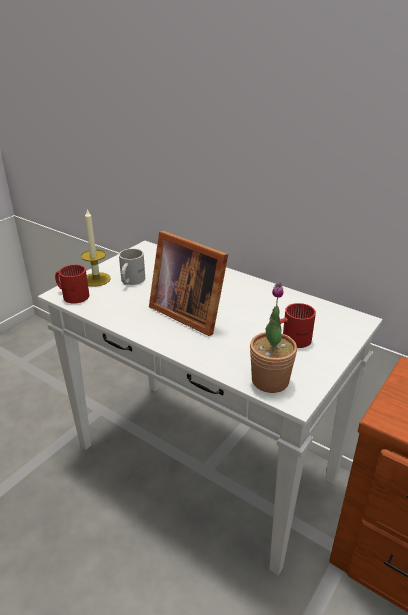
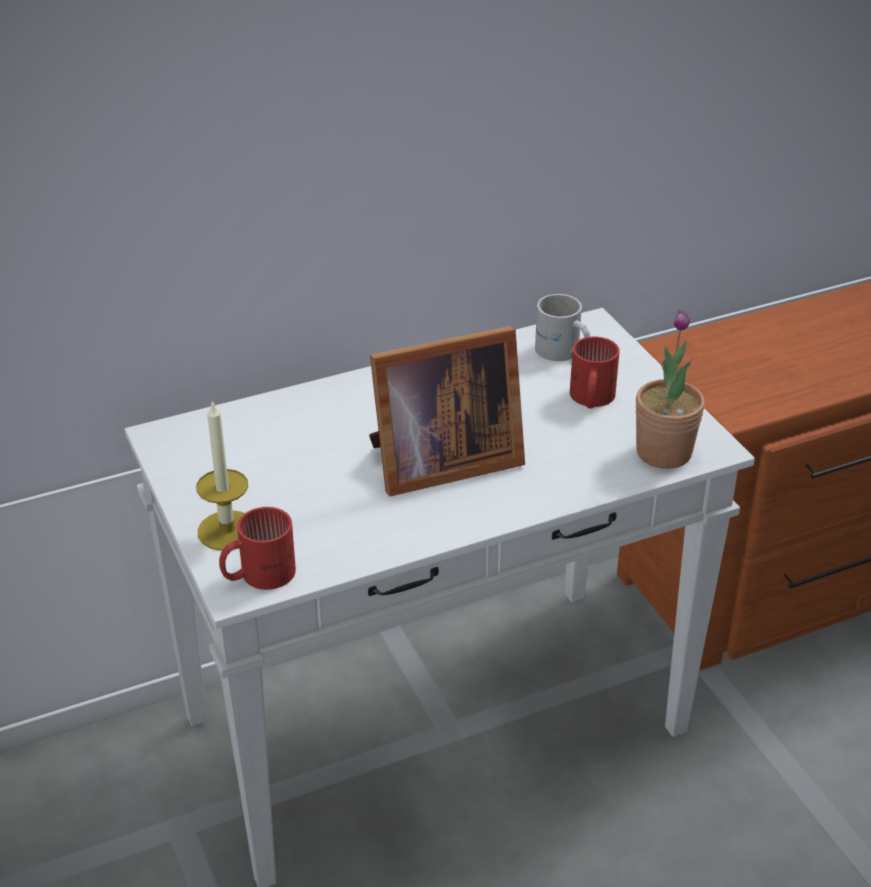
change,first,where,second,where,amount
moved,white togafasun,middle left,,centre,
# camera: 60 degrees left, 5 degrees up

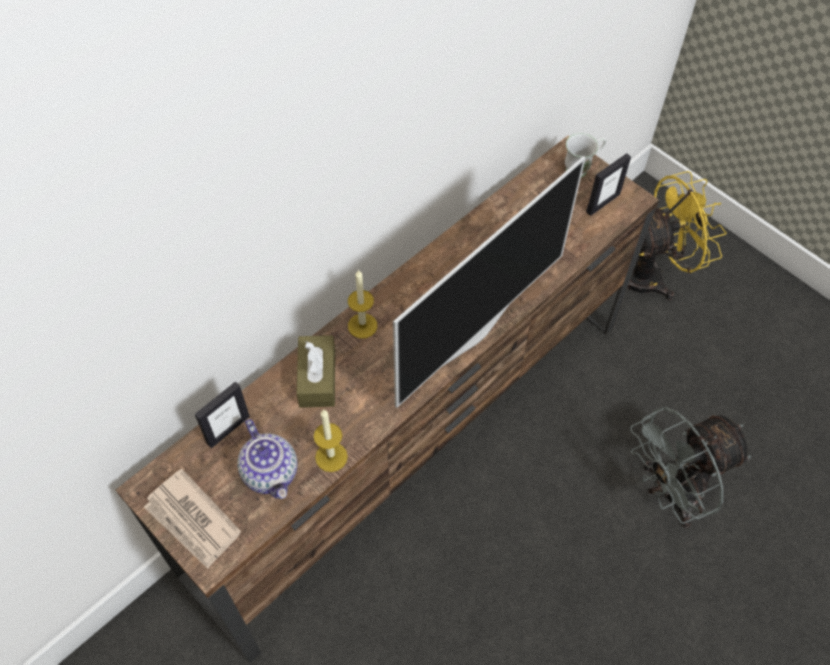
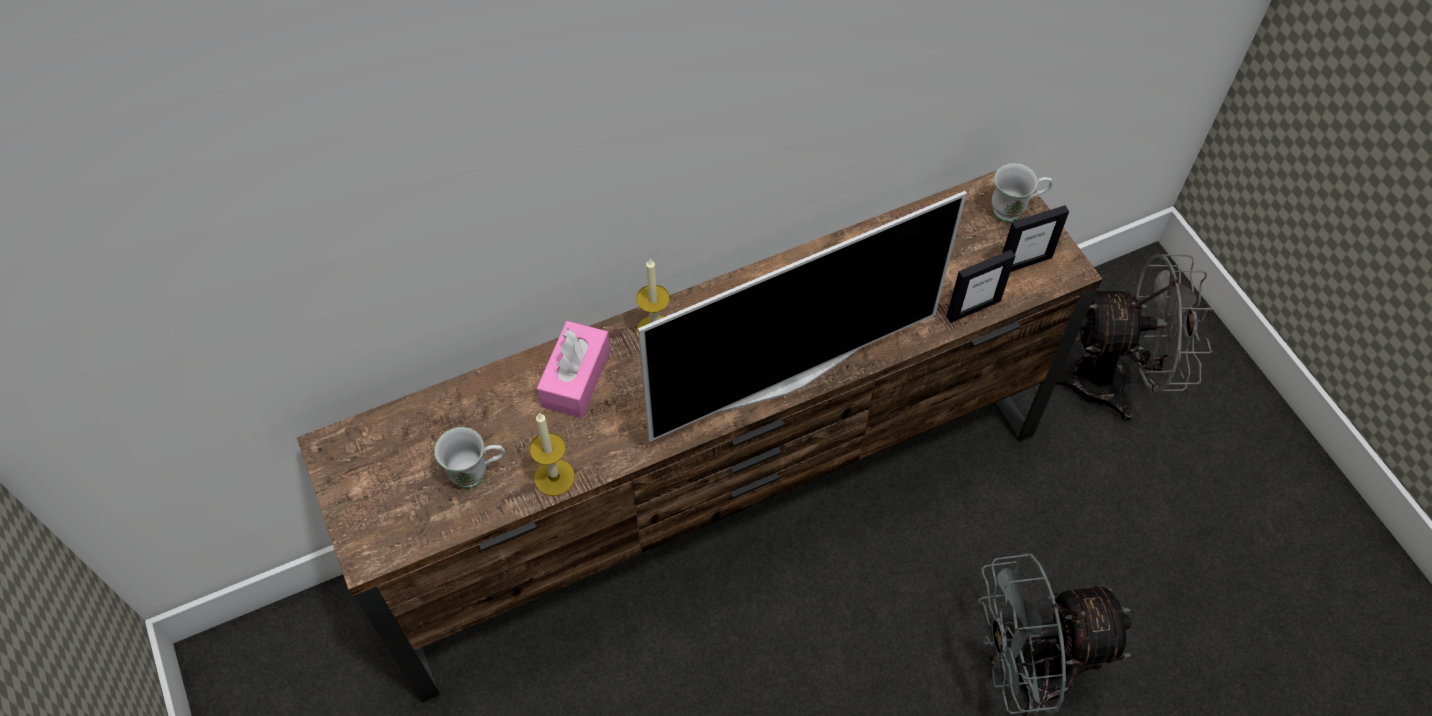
change,first,where,second,where,amount
removed,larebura,bottom left,,,
moved,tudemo (1st from left),middle left,,middle right,
replaced,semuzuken,bottom left,white togafasun (1st from left),middle left,
recoloured,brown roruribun,centre,pink roruribun,centre,
recoloured,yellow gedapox,middle right,grey gedapox (2nd from left),middle right,
# camera: 20 degrees right, 0 degrees up

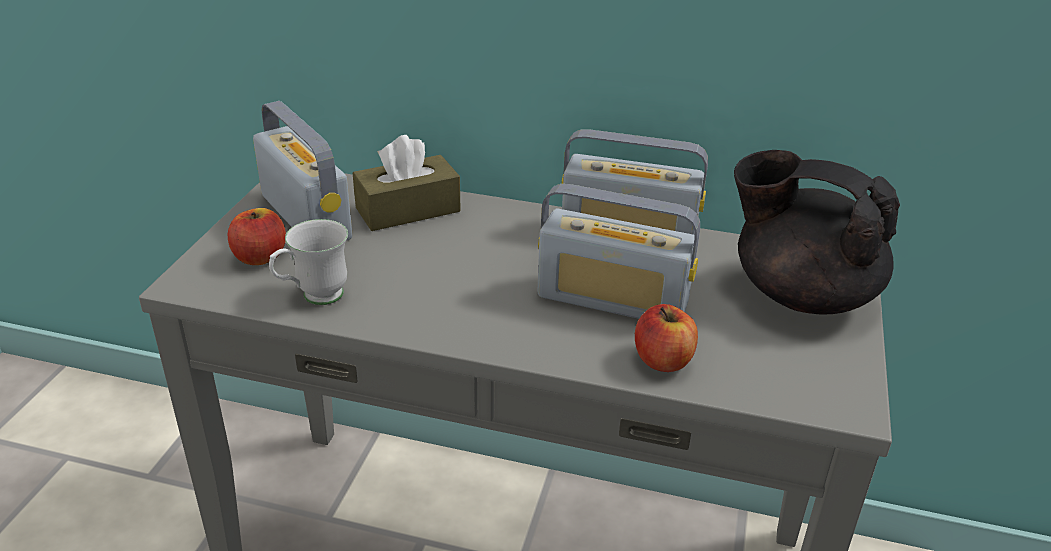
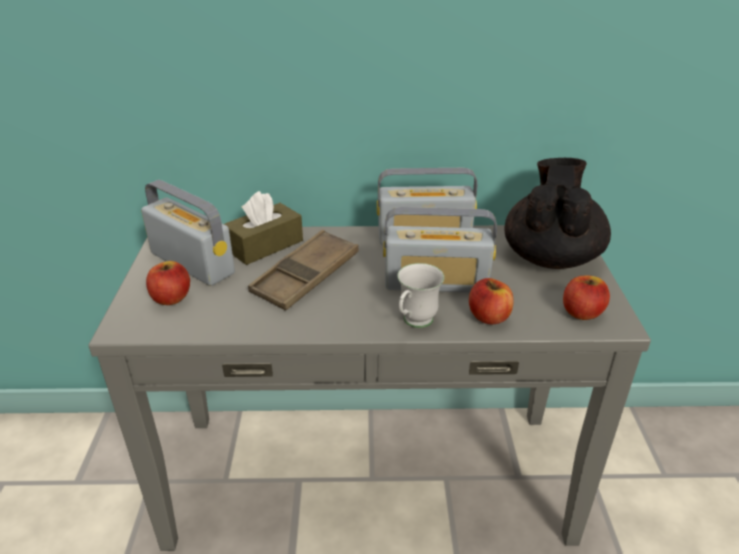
change,first,where,second,where,amount
added,,,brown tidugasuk,centre,
added,,,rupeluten (3rd from left),middle right,
moved,white togafasun,middle left,,centre,
turned,black semuzuken,middle right,,middle right,90 degrees clockwise
# camera: 15 degrees left, 0 degrees up

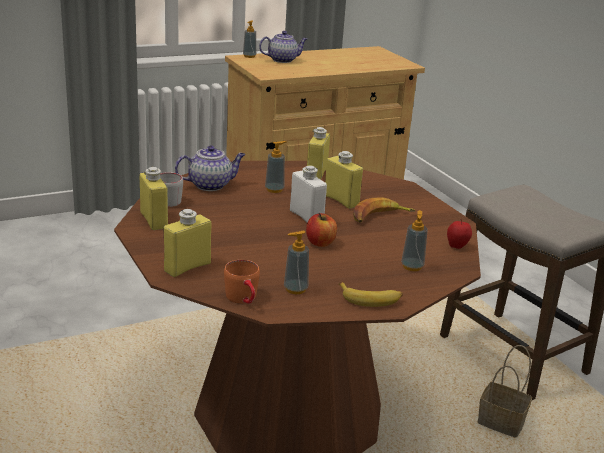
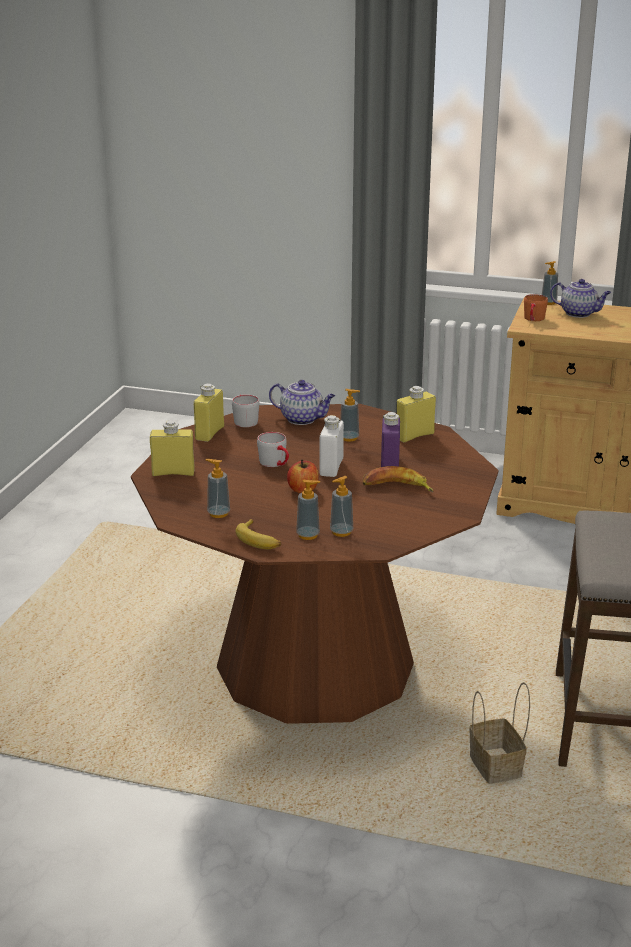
change,first,where,second,where,amount
removed,rupeluten (2nd from left),middle right,,,
added,,,grey togafasun (2nd from left),centre,
added,,,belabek (2nd from left),centre,
moved,orange togafasun,centre,,top right,
recoloured,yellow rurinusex (4th from left),centre,purple rurinusex,centre,
# camera: 45 degrees right, 0 degrees up

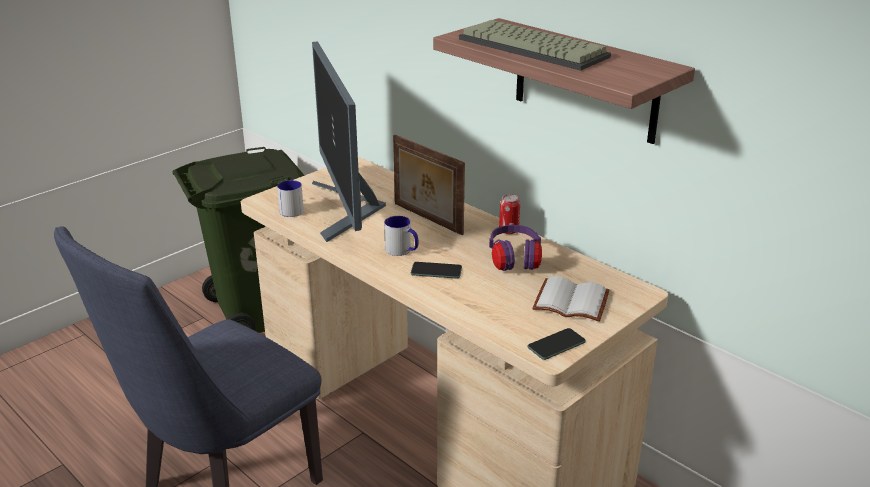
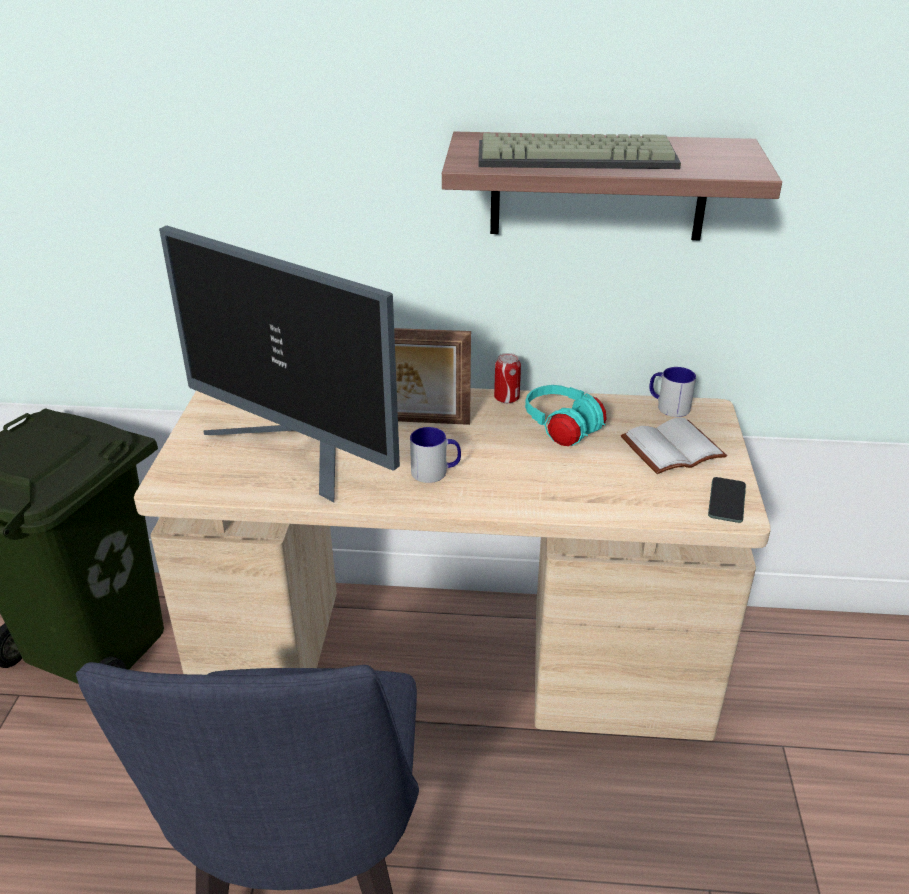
change,first,where,second,where,amount
removed,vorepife (1st from left),centre,,,
moved,togafasun (1st from left in the first image),centre,togafasun (2nd from left),middle right,
recoloured,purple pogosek,centre,turquoise pogosek,centre,
# camera: 40 degrees left, 5 degrees up

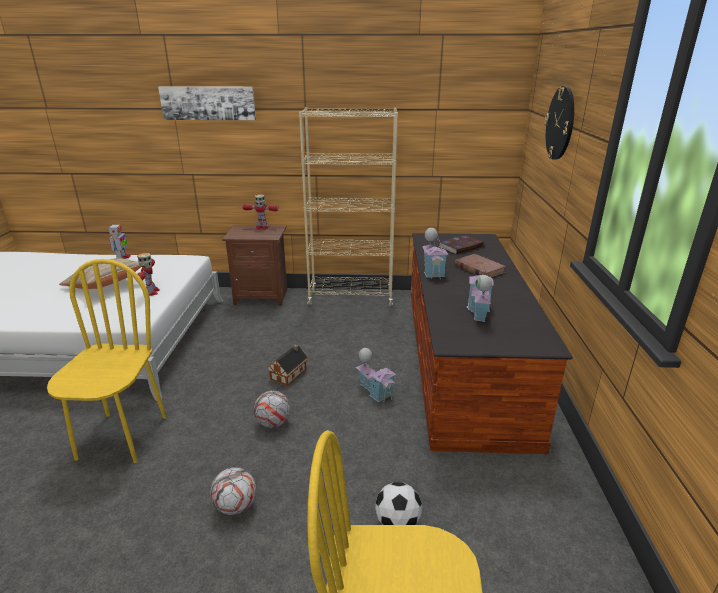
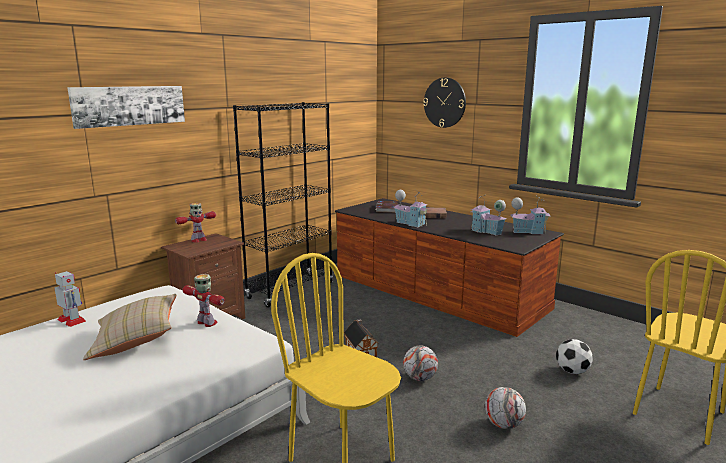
change,first,where,second,where,amount
moved,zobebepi (2nd from left in the first image),centre,zobebepi (4th from left),middle right,
recoloured,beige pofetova,centre,black pofetova,centre,
# camera: 50 degrees left, 10 degrees down

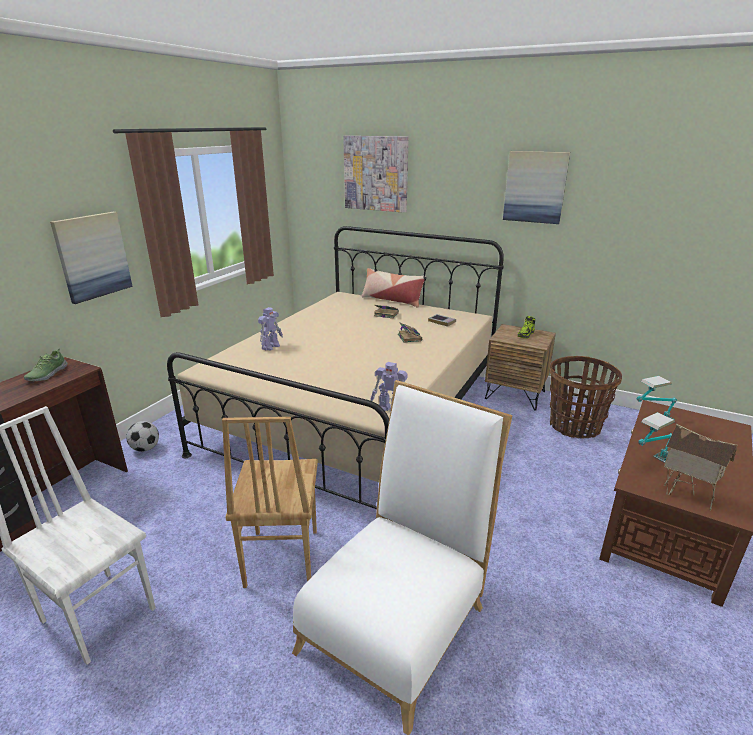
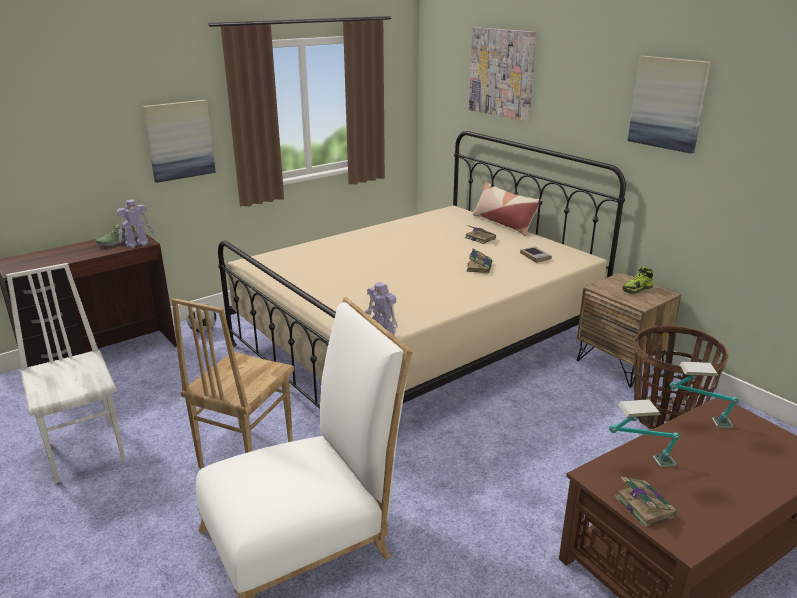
change,first,where,second,where,amount
moved,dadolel (1st from left),centre,,middle left,
replaced,zobebepi,middle right,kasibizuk (4th from left),bottom right,
# camera: 25 degrees right, 0 degrees up

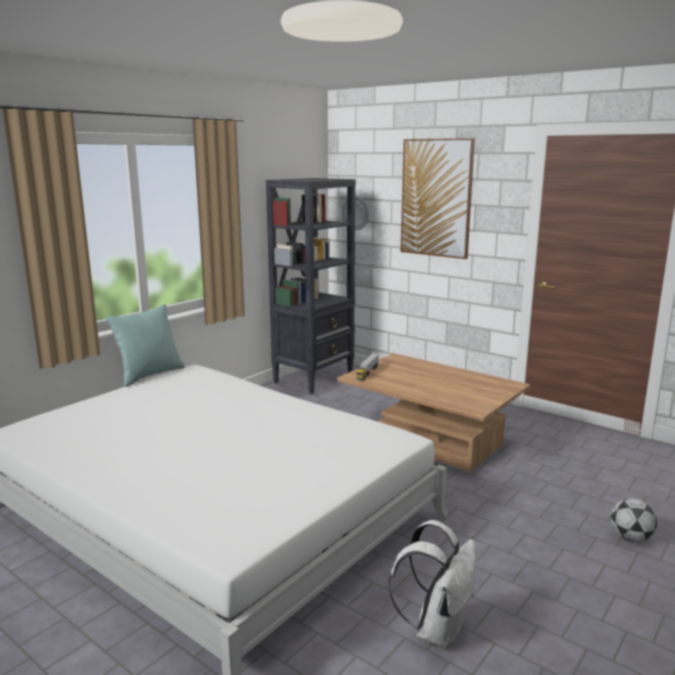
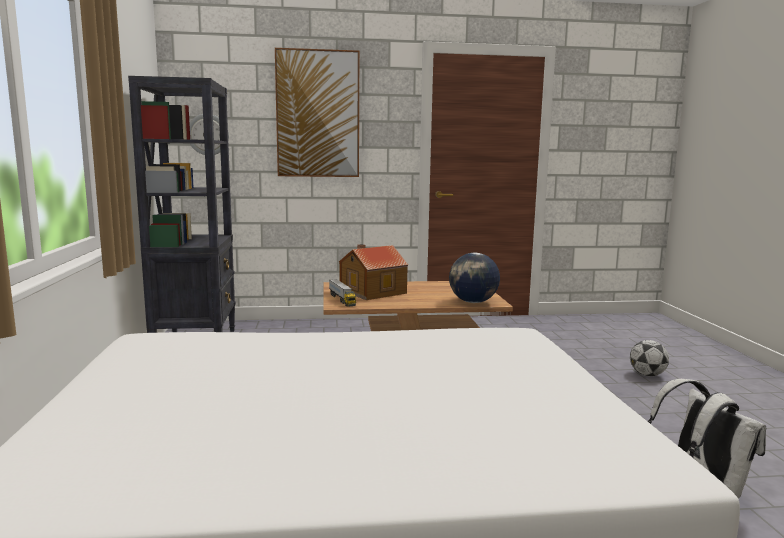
change,first,where,second,where,amount
removed,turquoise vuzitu,middle left,,,
added,,,zobebepi,centre,
added,,,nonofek,centre,
# camera: 45 degrees left, 5 degrees down

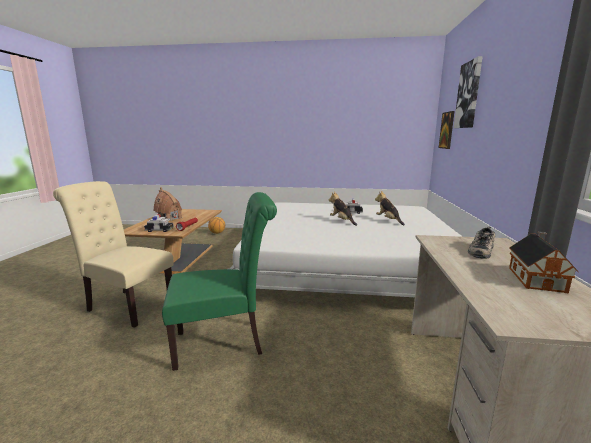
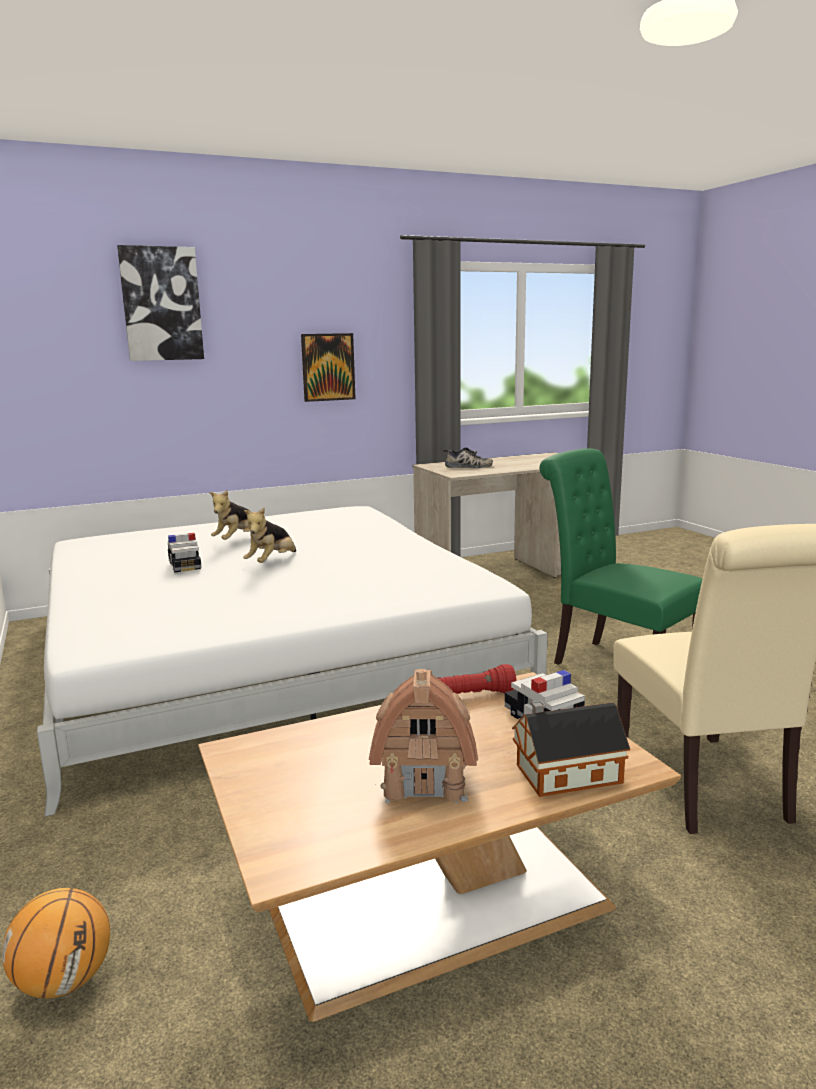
change,first,where,second,where,amount
moved,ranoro (1st from left in the first image),top right,ranoro (2nd from left),centre,
moved,zobebepi (2nd from left),middle right,,bottom right,
# camera: 120 degrees left, 0 degrees up

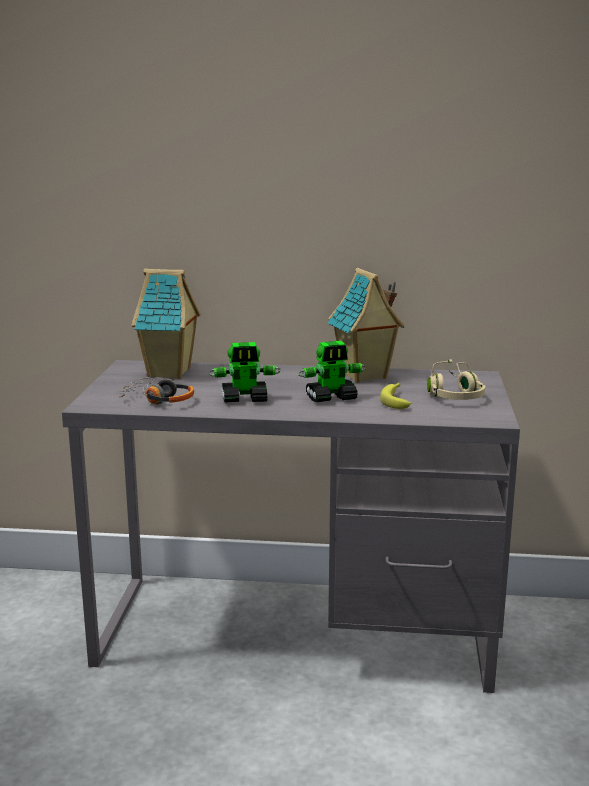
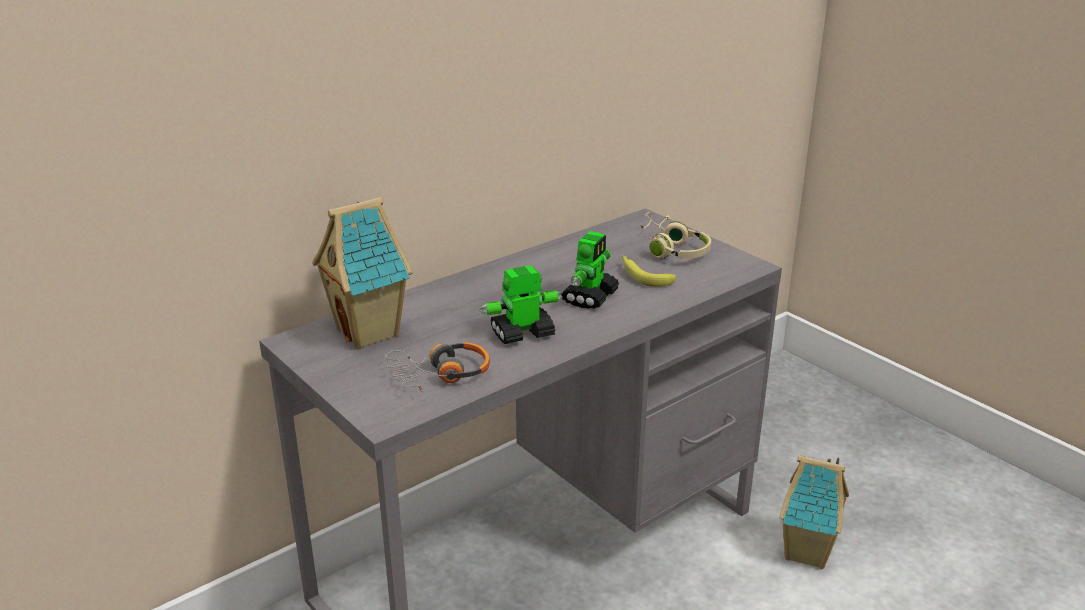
change,first,where,second,where,amount
moved,zobebepi (2nd from left),centre,,bottom right,
turned,dadolel (1st from left),centre,,centre,150 degrees counterclockwise
# camera: 45 degrees left, 10 degrees up

